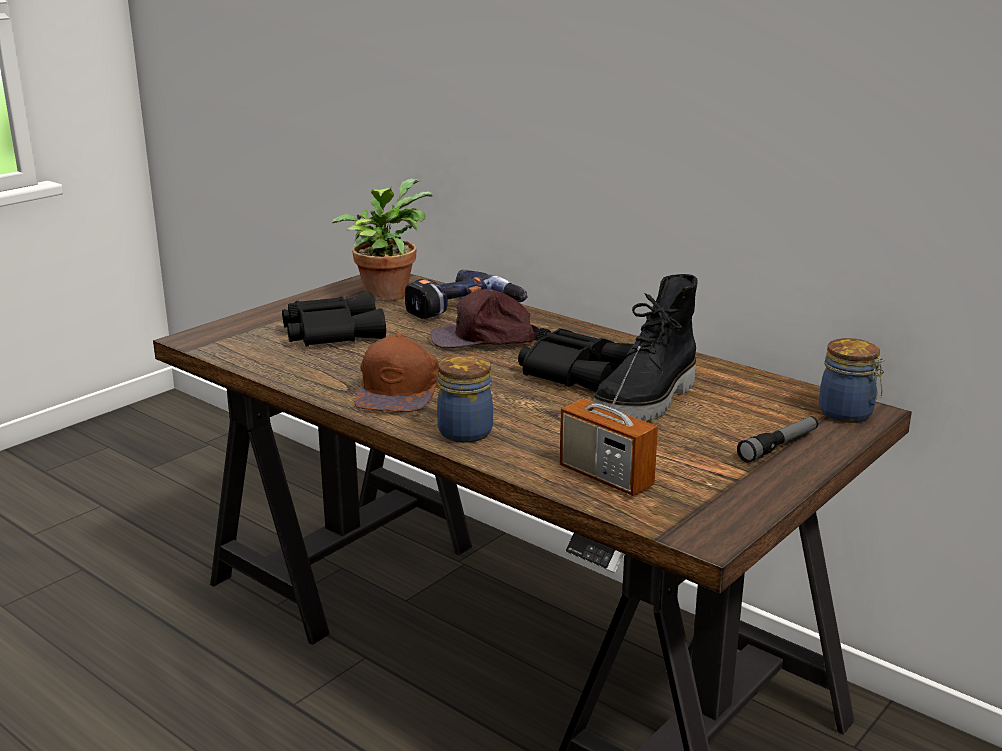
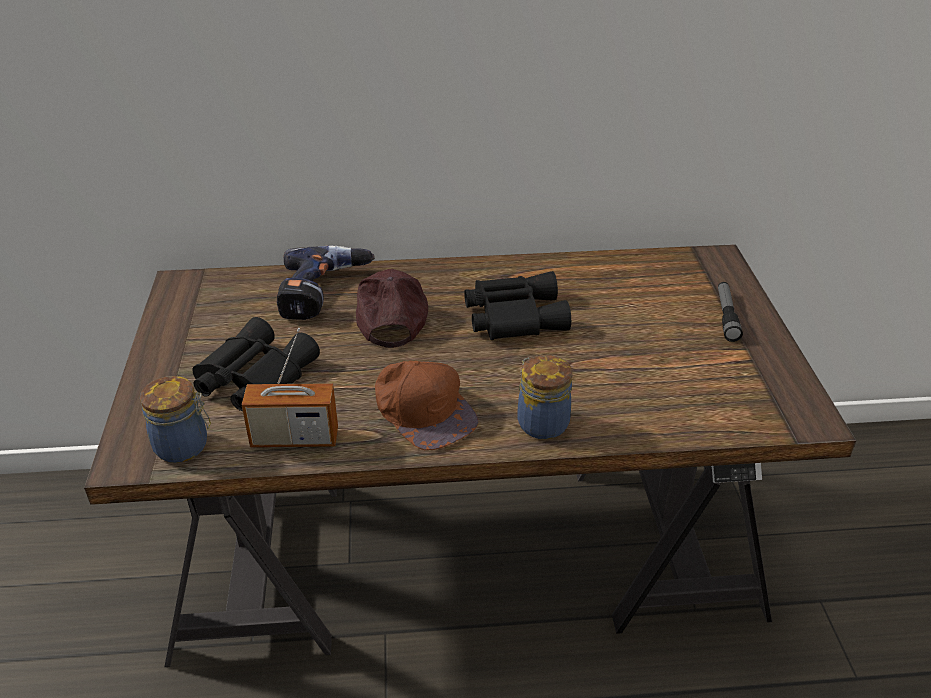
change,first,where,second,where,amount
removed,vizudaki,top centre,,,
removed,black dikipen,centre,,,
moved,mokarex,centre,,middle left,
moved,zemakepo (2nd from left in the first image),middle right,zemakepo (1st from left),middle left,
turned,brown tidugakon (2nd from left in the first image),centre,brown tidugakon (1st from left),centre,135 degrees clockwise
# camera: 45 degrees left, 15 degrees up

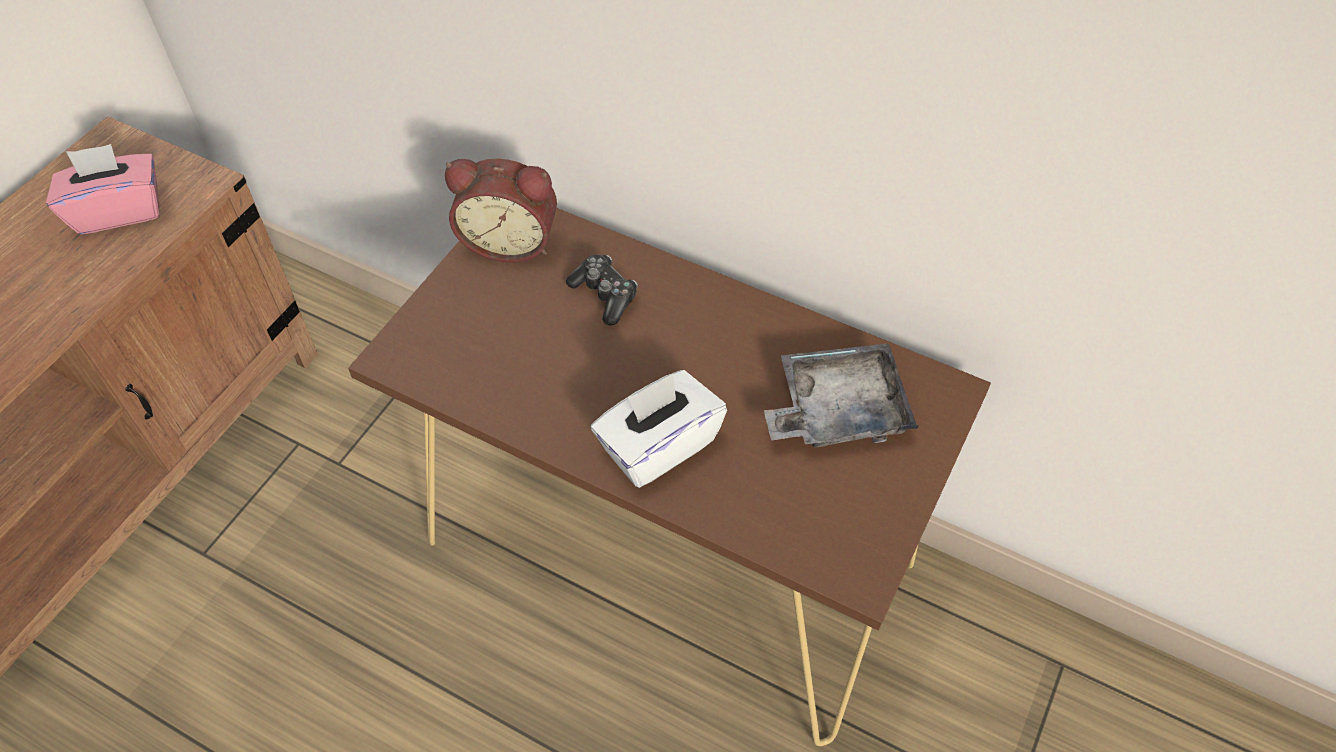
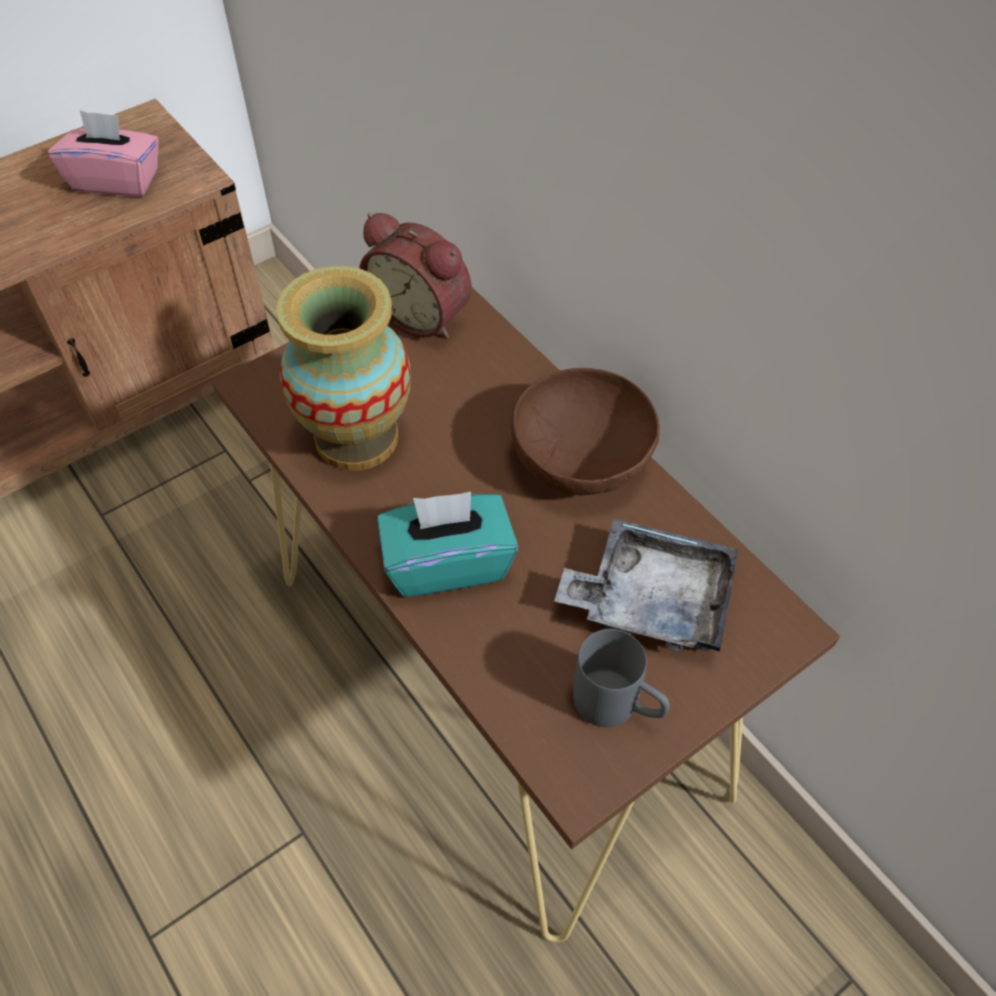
change,first,where,second,where,amount
removed,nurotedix,centre,,,
added,,,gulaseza,centre,
added,,,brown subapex,centre,
added,,,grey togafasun,bottom centre,
recoloured,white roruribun,centre,turquoise roruribun,centre,
# camera: 25 degrees right, 0 degrees up

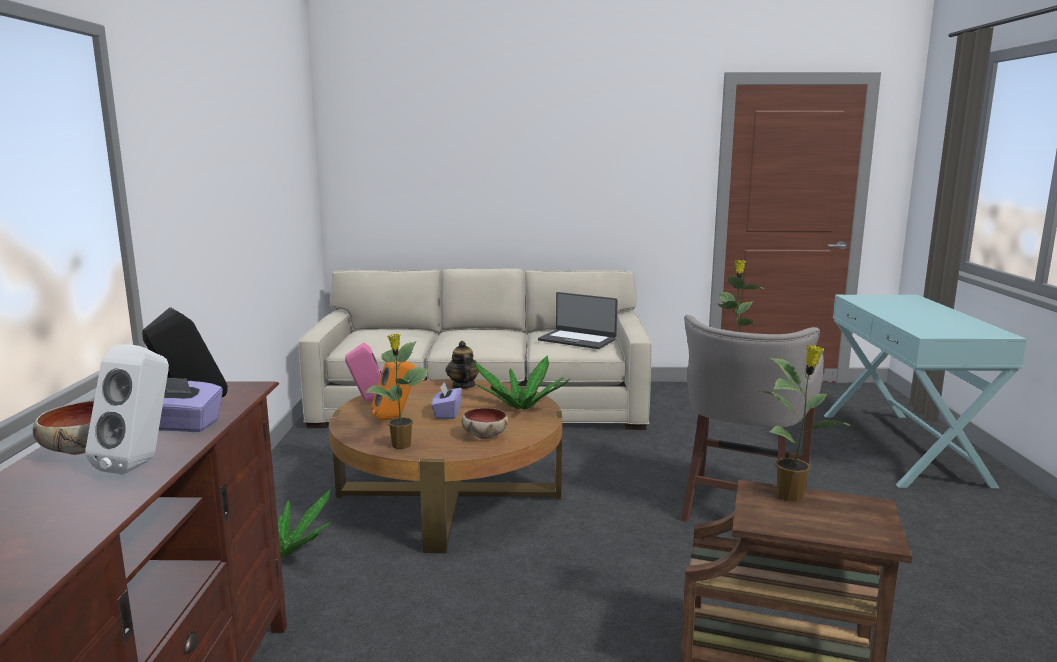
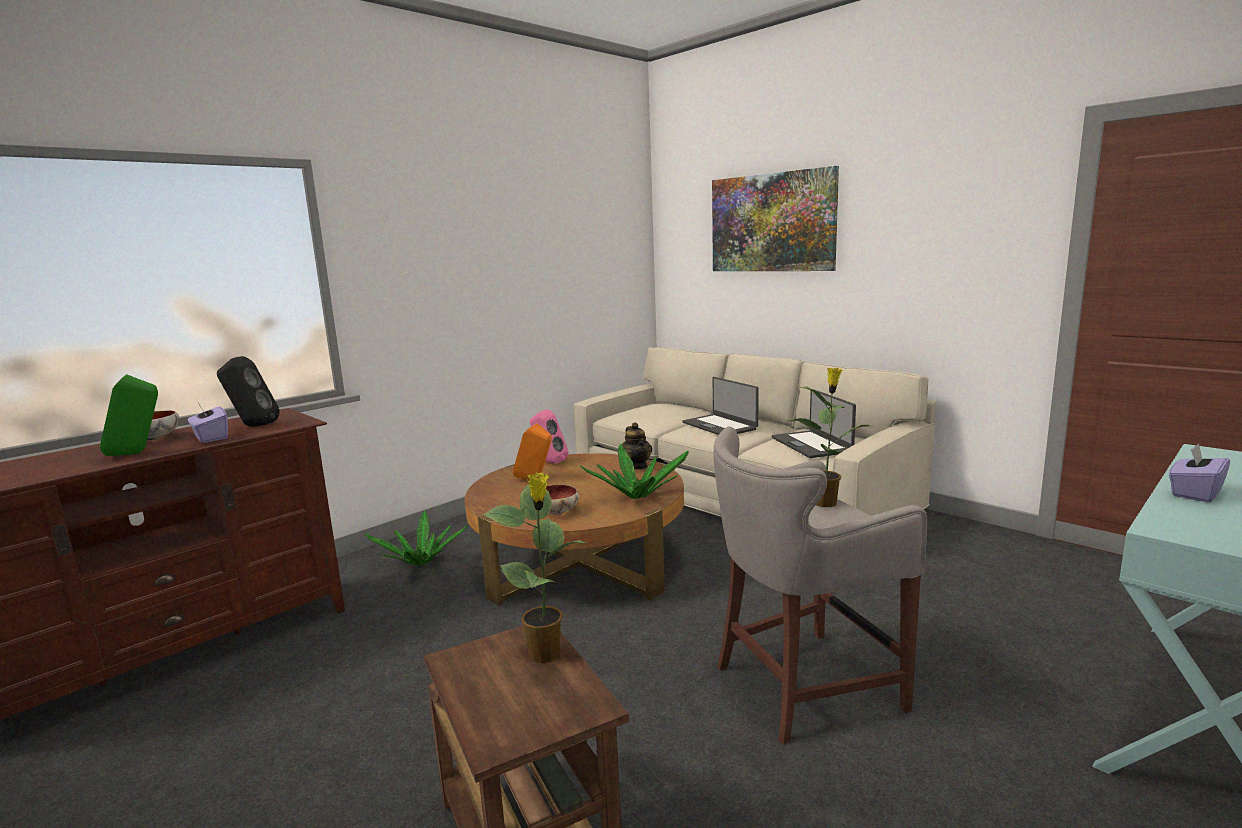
change,first,where,second,where,amount
removed,vizudaki (2nd from left),centre,,,
added,,,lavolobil (1st from left),centre,
added,,,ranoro,top centre,
moved,purple roruribun (2nd from left),centre,,middle right,
recoloured,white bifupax,middle left,green bifupax,middle left,
turned,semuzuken,centre,,centre,135 degrees clockwise
# camera: 45 degrees right, 0 degrees up

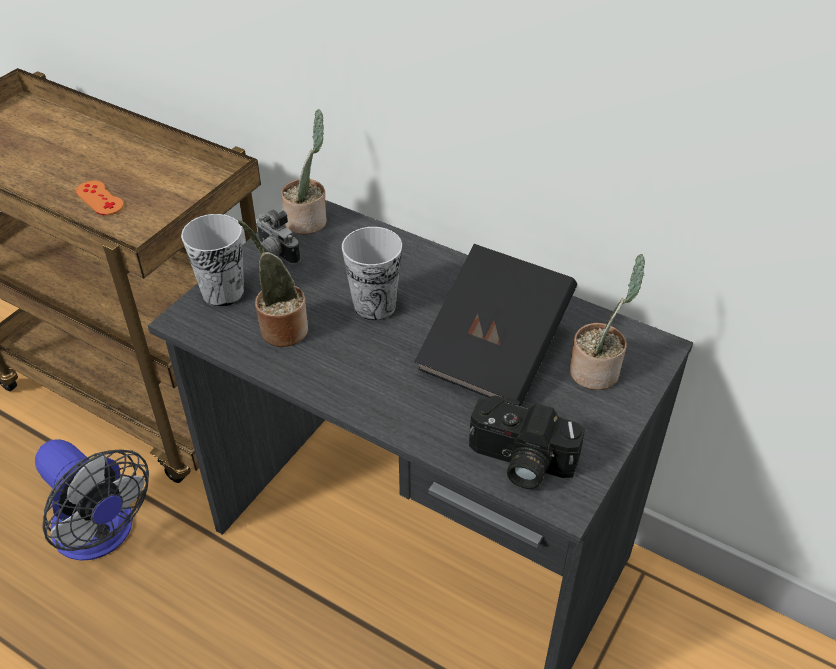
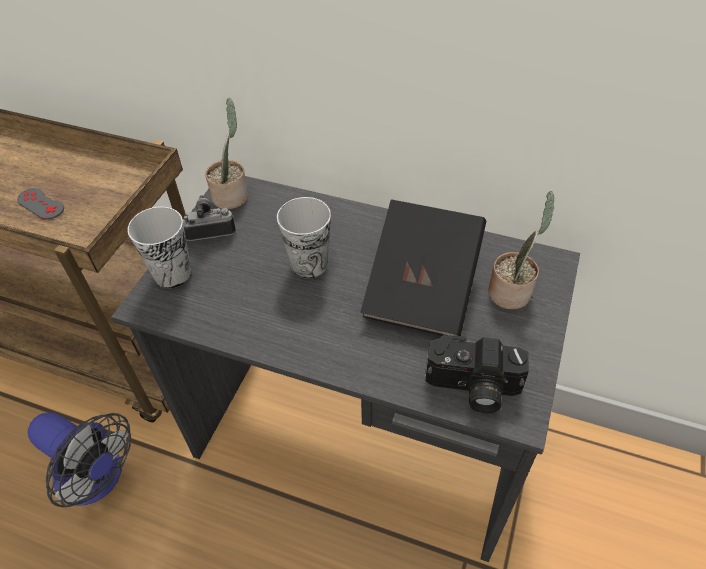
change,first,where,second,where,amount
removed,vizudaki (1st from left),middle left,,,
recoloured,orange nurotedix,top left,grey nurotedix,middle left,
turned,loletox (1st from left),middle left,,middle left,135 degrees clockwise
# camera: 10 degrees left, 5 degrees up

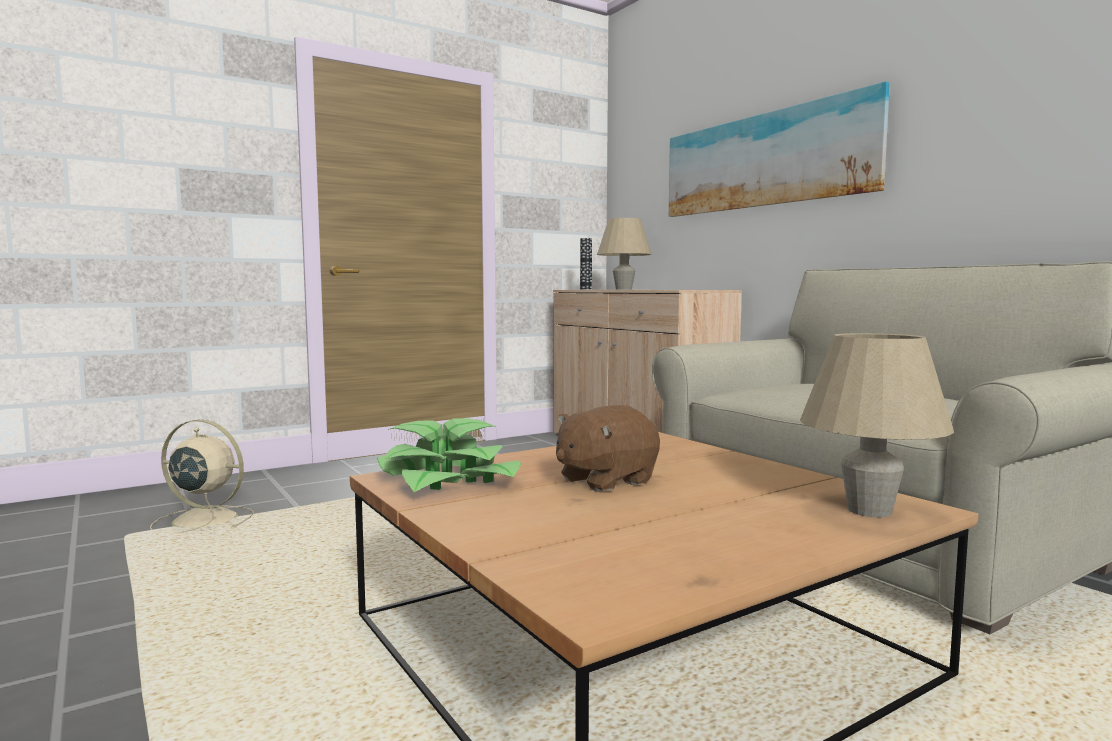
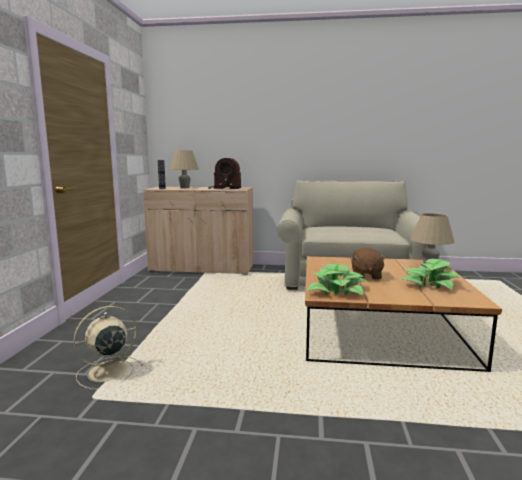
change,first,where,second,where,amount
removed,ranoro,top right,,,
added,,,mokarex,centre,
added,,,vizudaki (2nd from left),middle right,
# camera: 50 degrees left, 5 degrees up

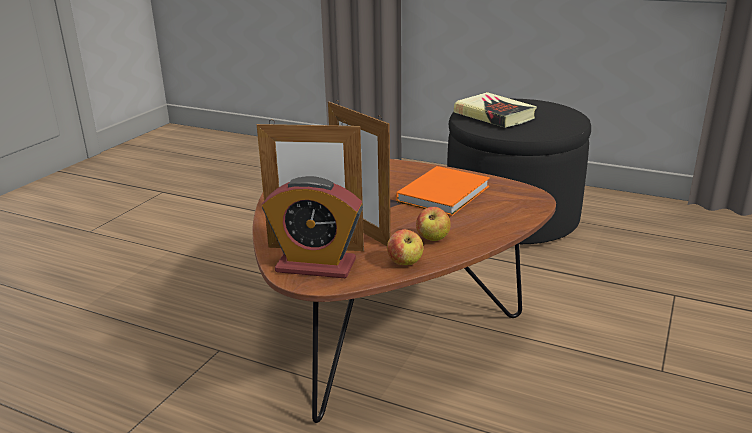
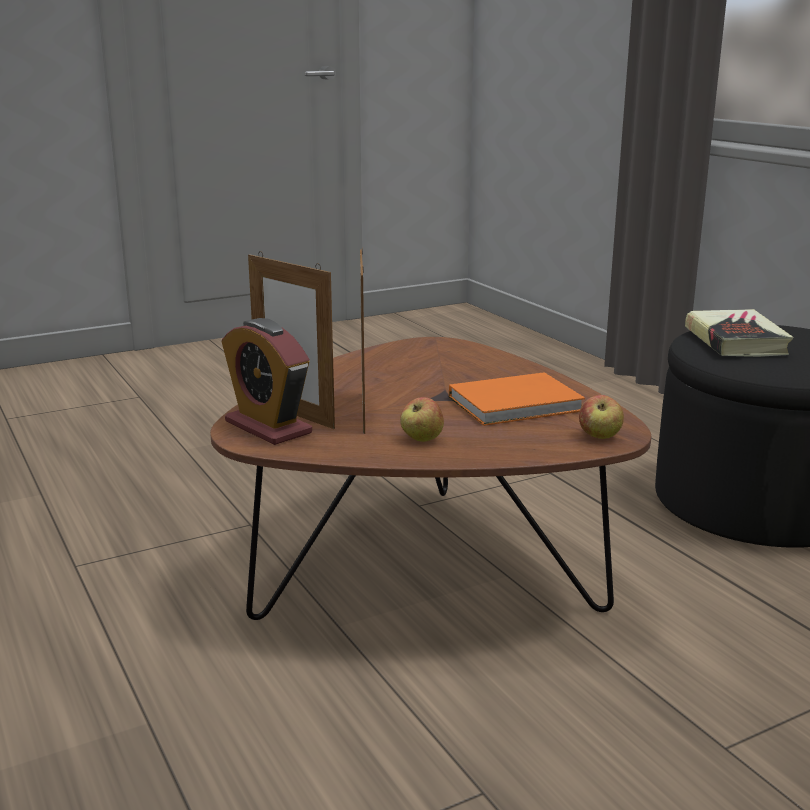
change,first,where,second,where,amount
moved,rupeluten (1st from left in the first image),centre,rupeluten (2nd from left),middle right,
# camera: 35 degrees right, 5 degrees down

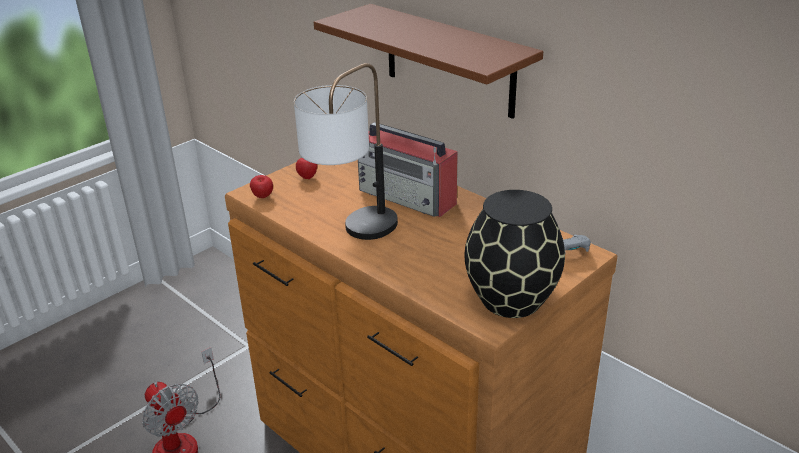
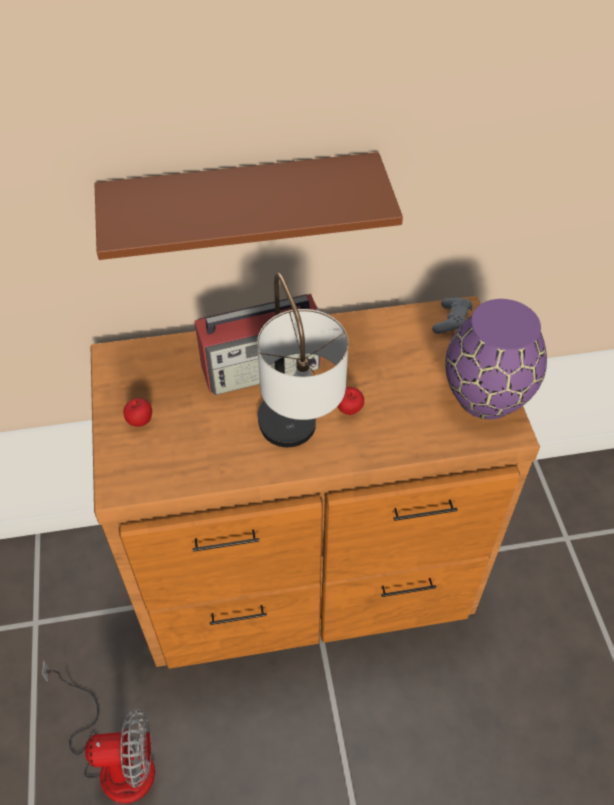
change,first,where,second,where,amount
moved,rupeluten (1st from left in the first image),middle left,rupeluten (2nd from left),centre,
recoloured,black gulaseza,centre,purple gulaseza,middle right,
# camera: 55 degrees left, 20 degrees up

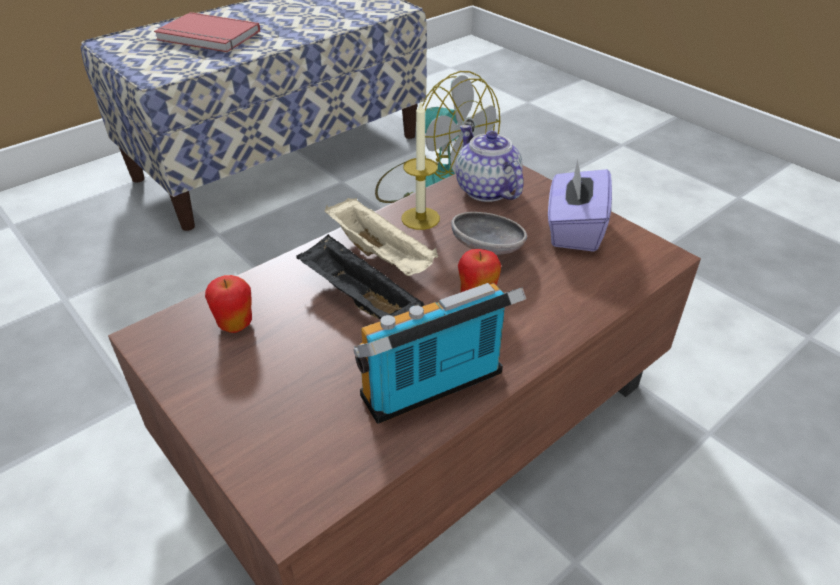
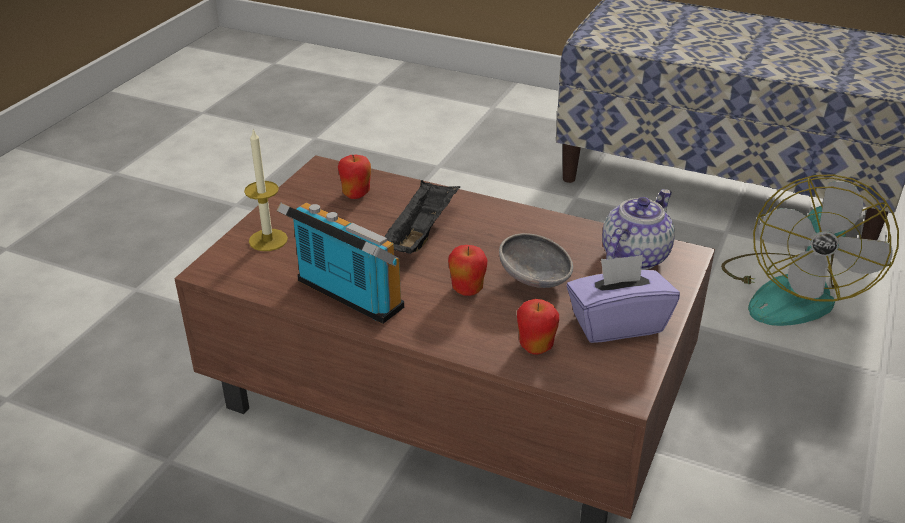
change,first,where,second,where,amount
removed,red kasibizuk,top left,,,
removed,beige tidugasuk,centre,,,
added,,,rupeluten (3rd from left),centre,
moved,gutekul,top centre,,middle left,
# camera: 65 degrees right, 5 degrees down

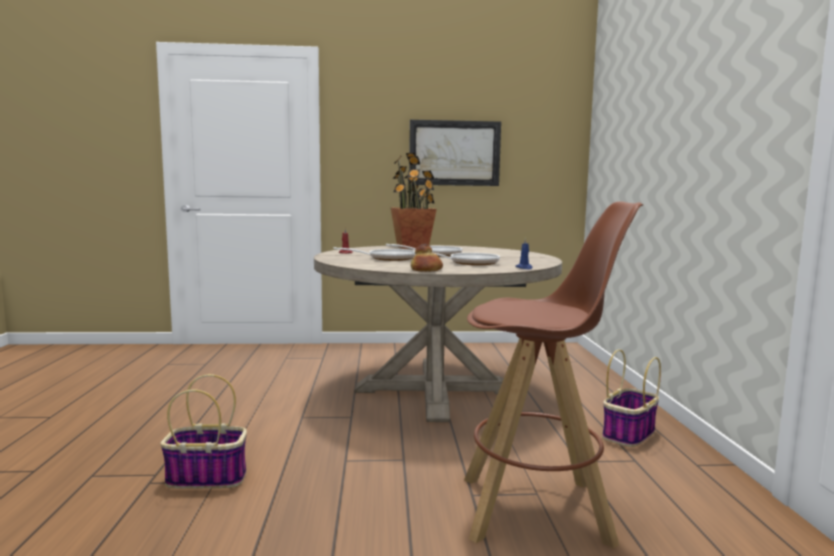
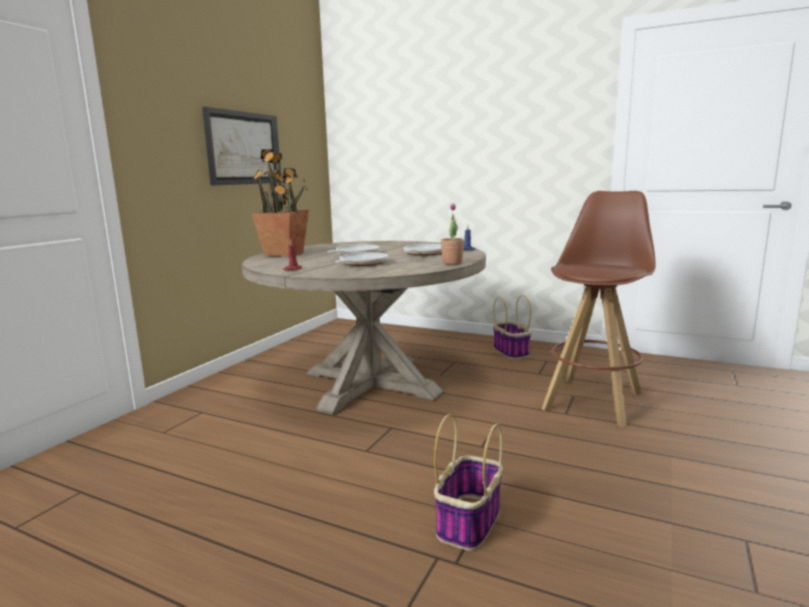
change,first,where,second,where,amount
replaced,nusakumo,centre,vizudaki (2nd from left),centre,
# camera: 60 degrees left, 5 degrees up

